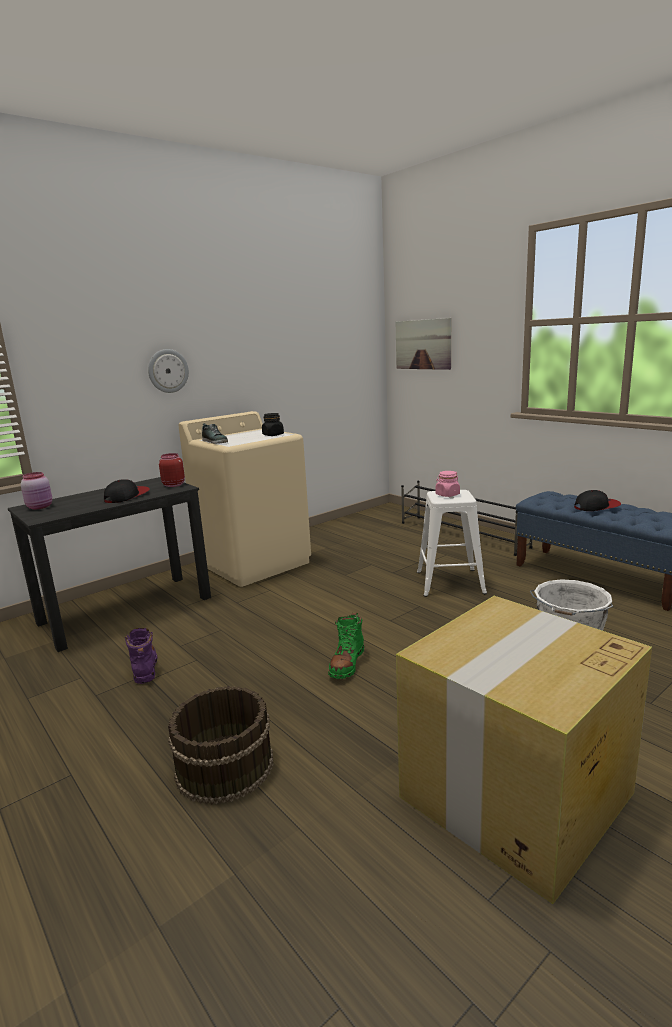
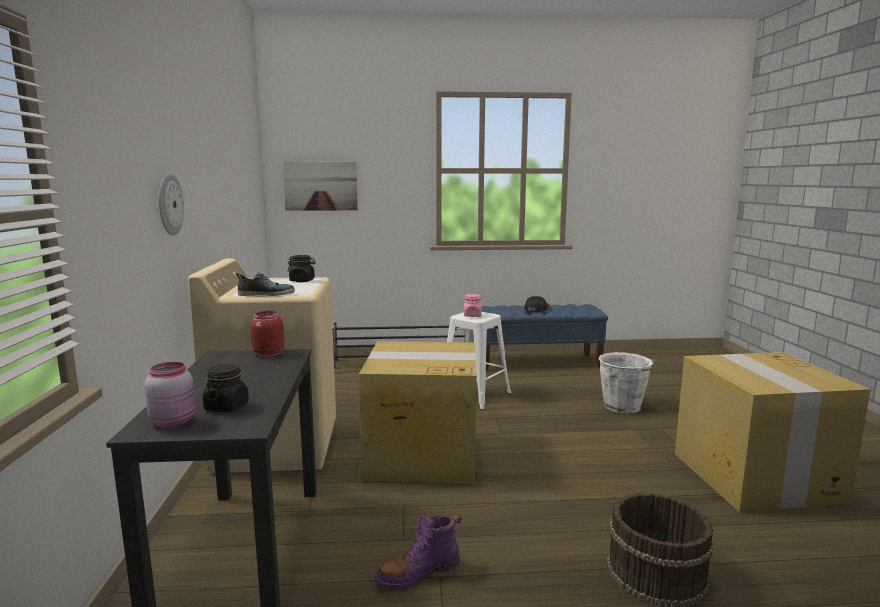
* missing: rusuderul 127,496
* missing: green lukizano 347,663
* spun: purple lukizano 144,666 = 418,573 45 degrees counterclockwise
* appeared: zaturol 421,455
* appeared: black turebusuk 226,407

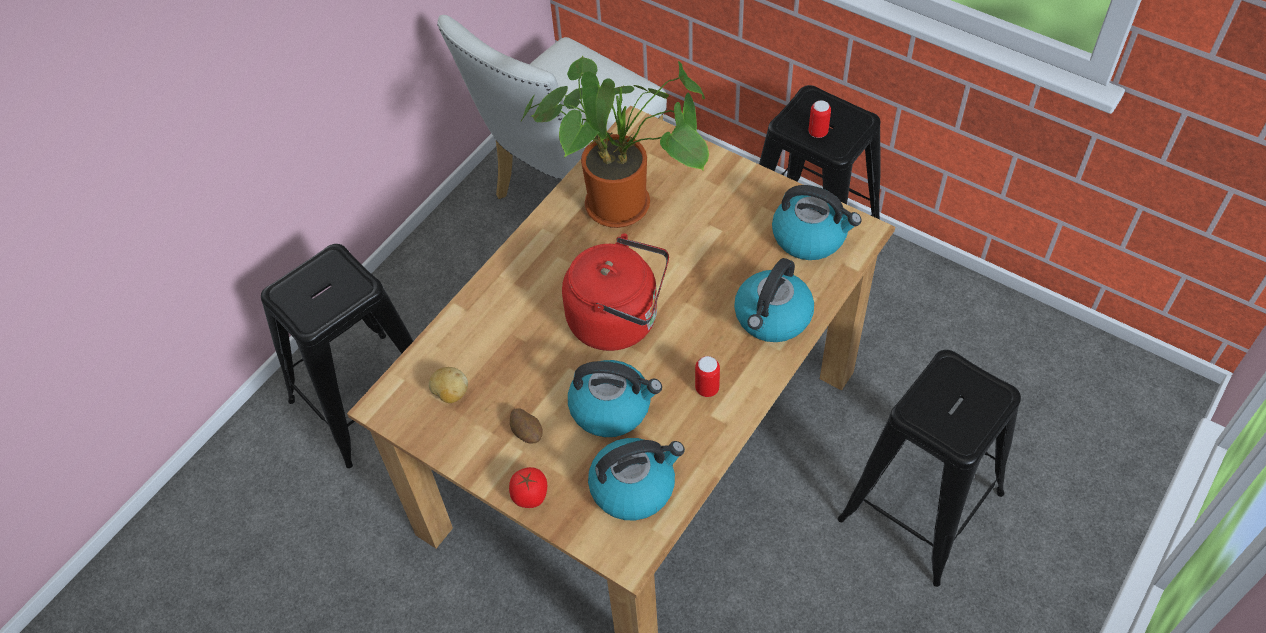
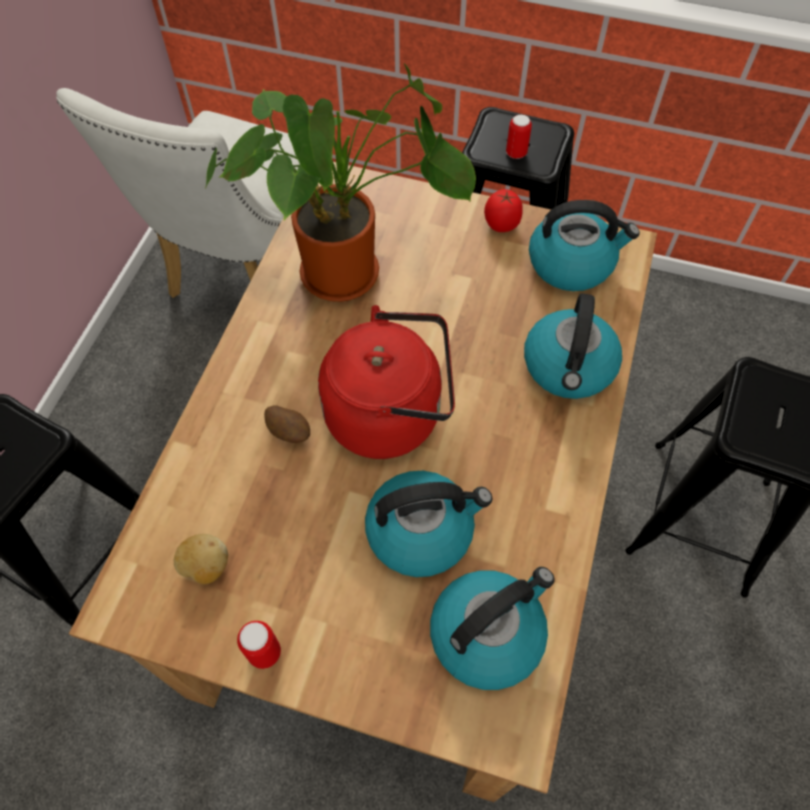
* relocated: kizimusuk 707,389 to 264,652
* relocated: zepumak 527,433 to 289,432
* relocated: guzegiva 530,496 to 502,224

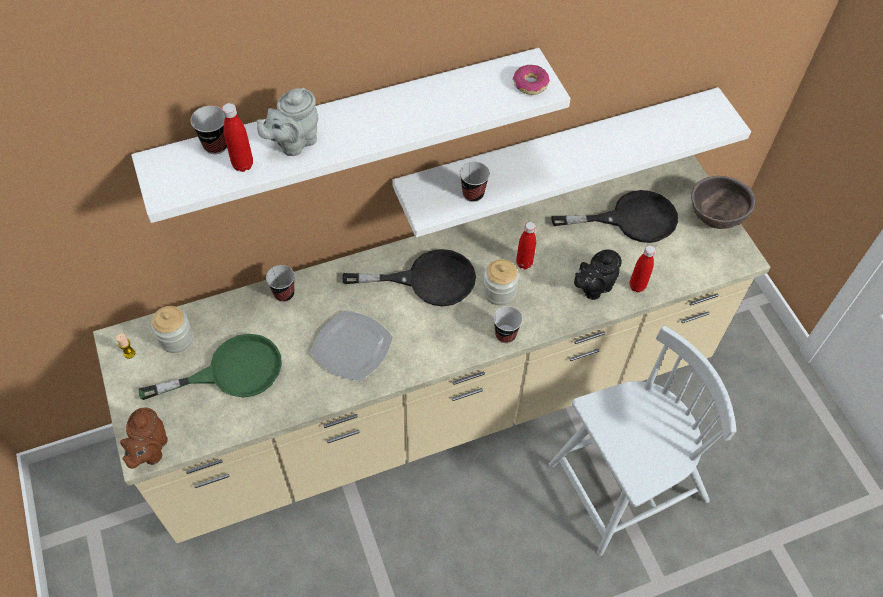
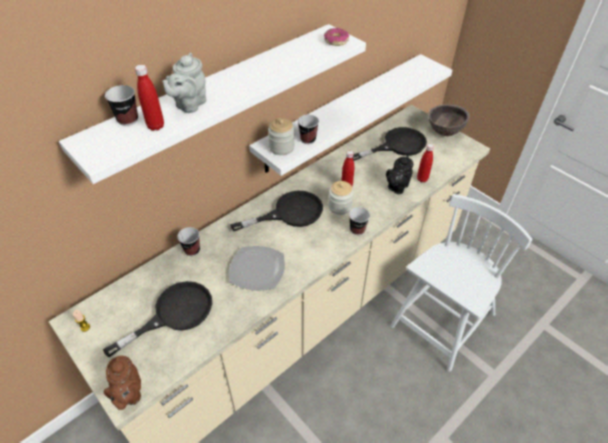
* relocated: turebusuk 176,338 to 281,147
* colour: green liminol 232,372 to black liminol 174,314

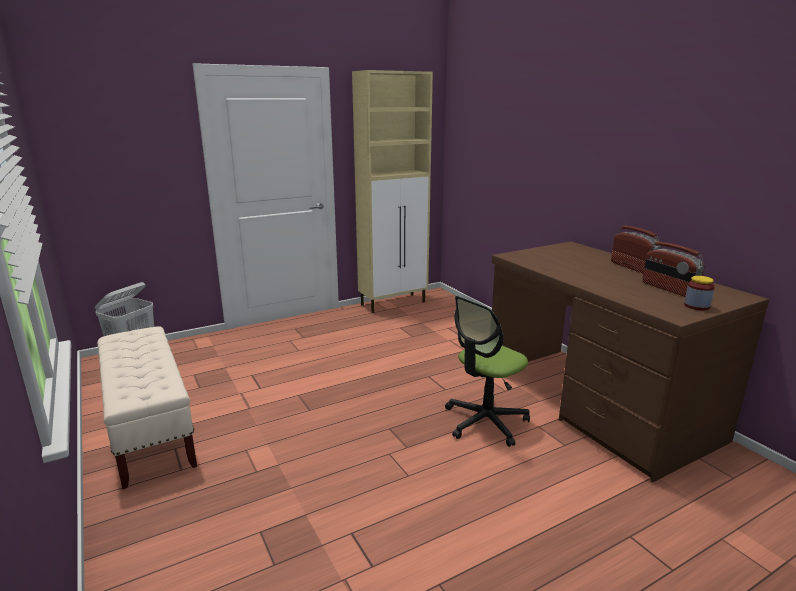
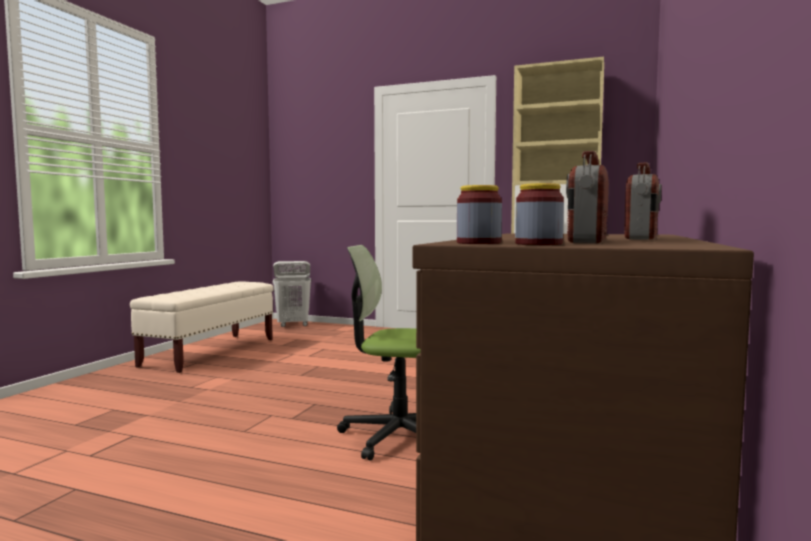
* appeared: turebusuk 478,243

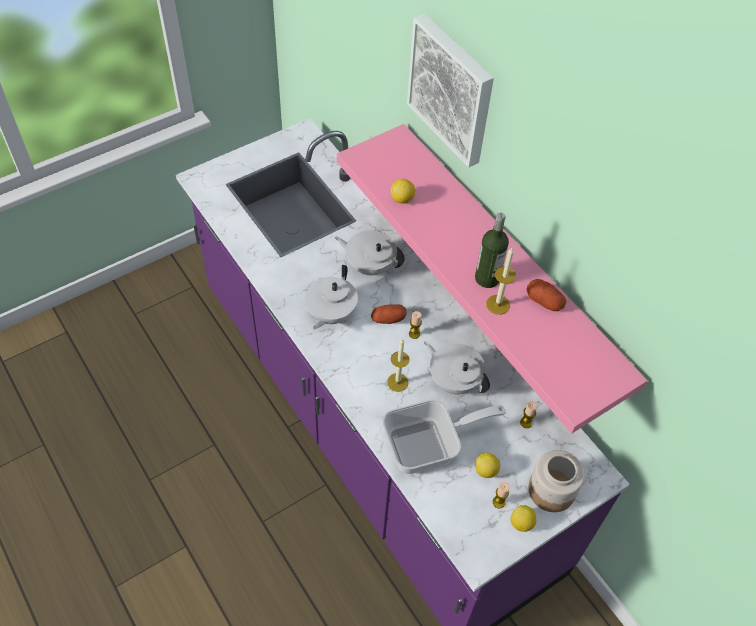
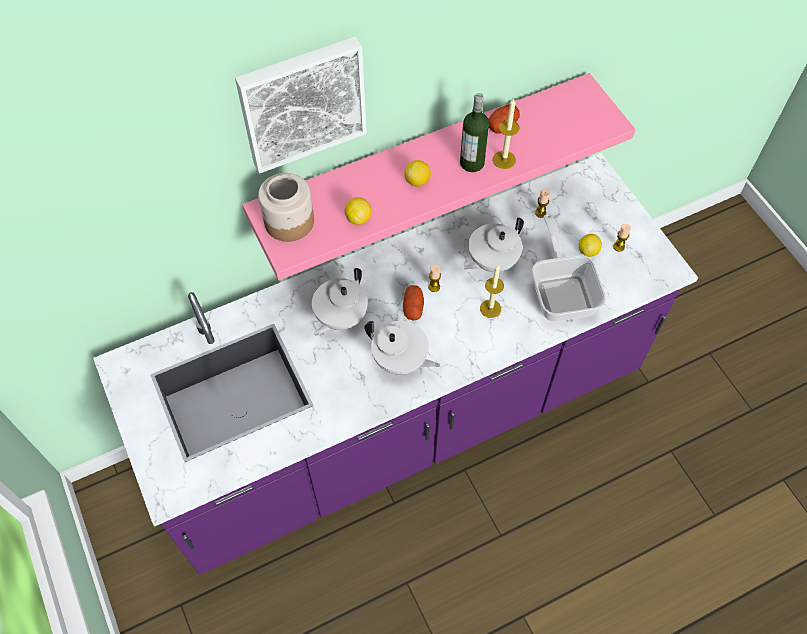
* relocated: turebusuk 550,490 to 289,222
* relocated: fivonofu 521,523 to 417,181

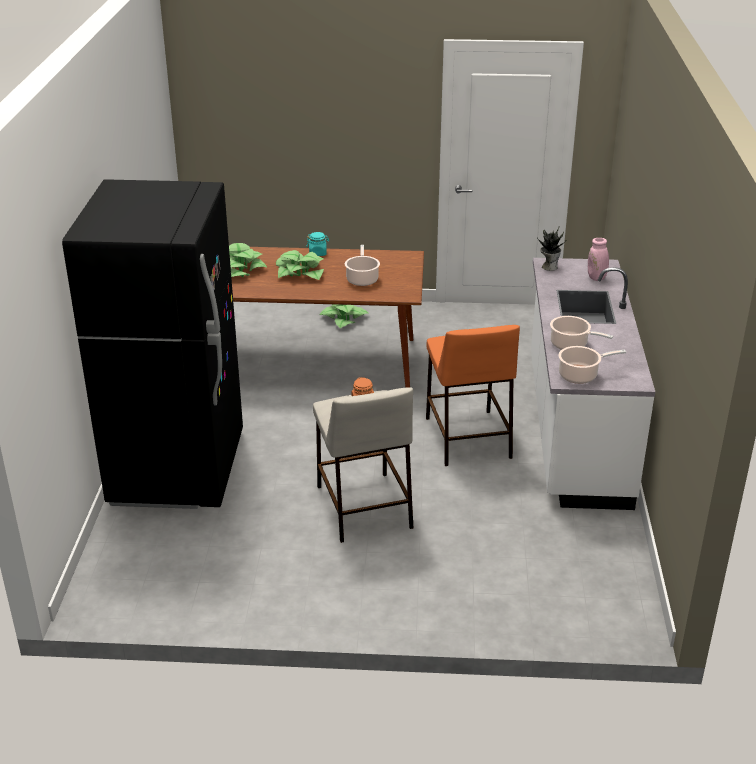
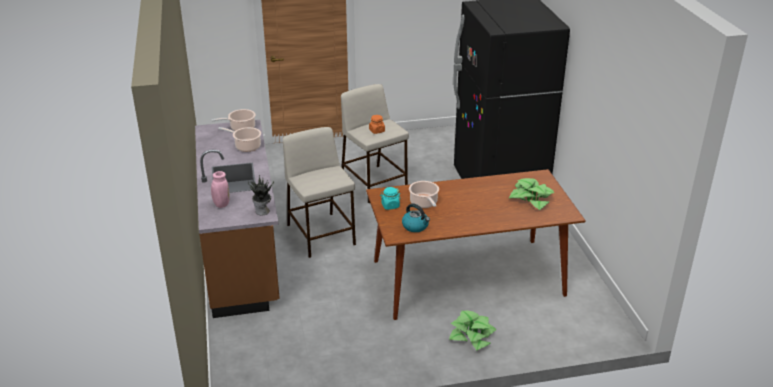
* relocated: turquoise turebusuk 318,253 to 390,206
* missing: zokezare 300,272
* colour: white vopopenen 575,430 to brown vopopenen 242,252
* colour: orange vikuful 467,437 to beige vikuful 321,235
* appeared: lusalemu 415,226

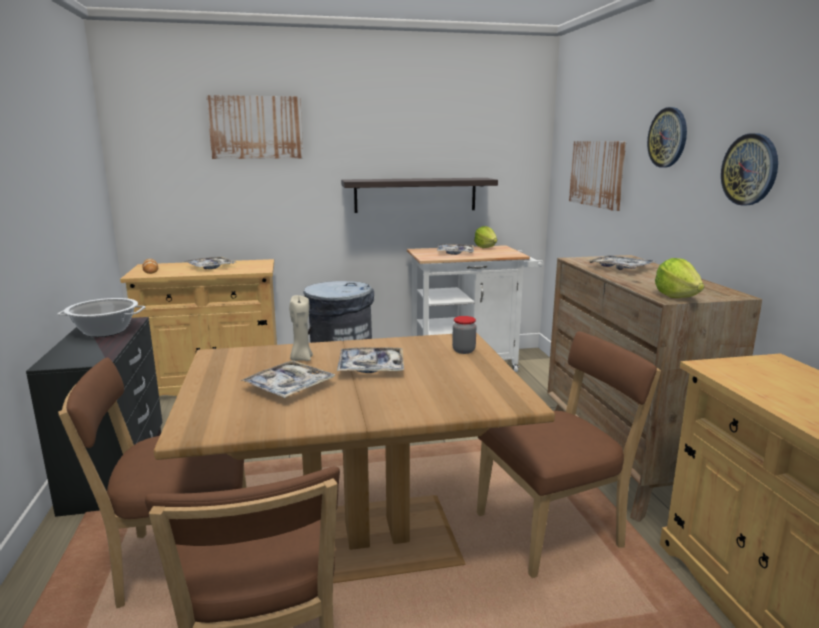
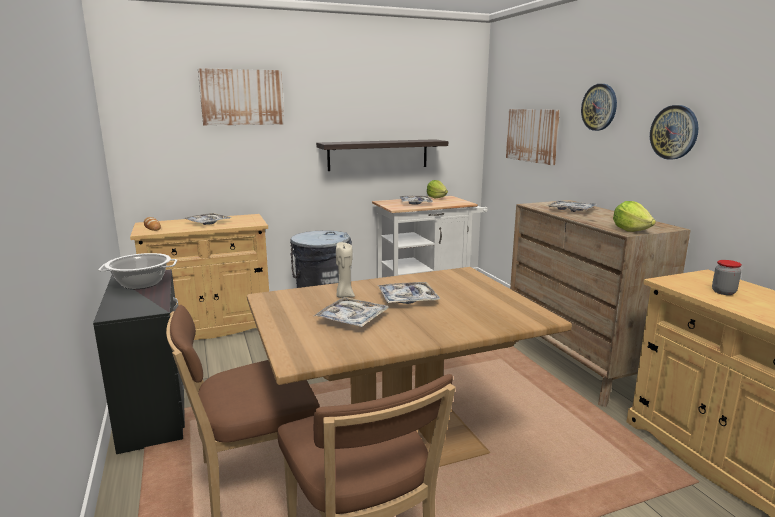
* relocated: turebusuk 463,350 to 723,292
* missing: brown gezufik 555,529

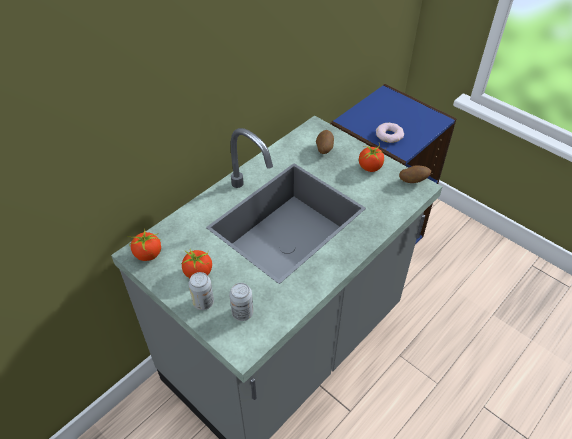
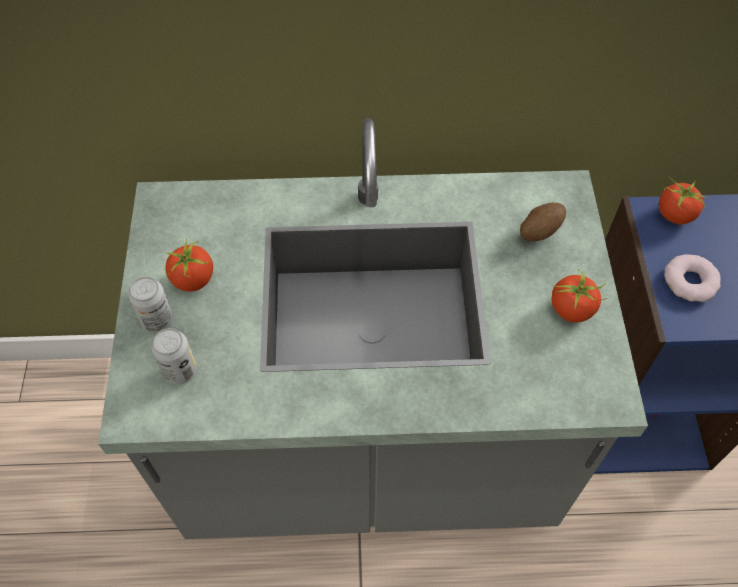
* missing: zepumak 413,181
* relocated: guzegiva 148,255 to 674,214

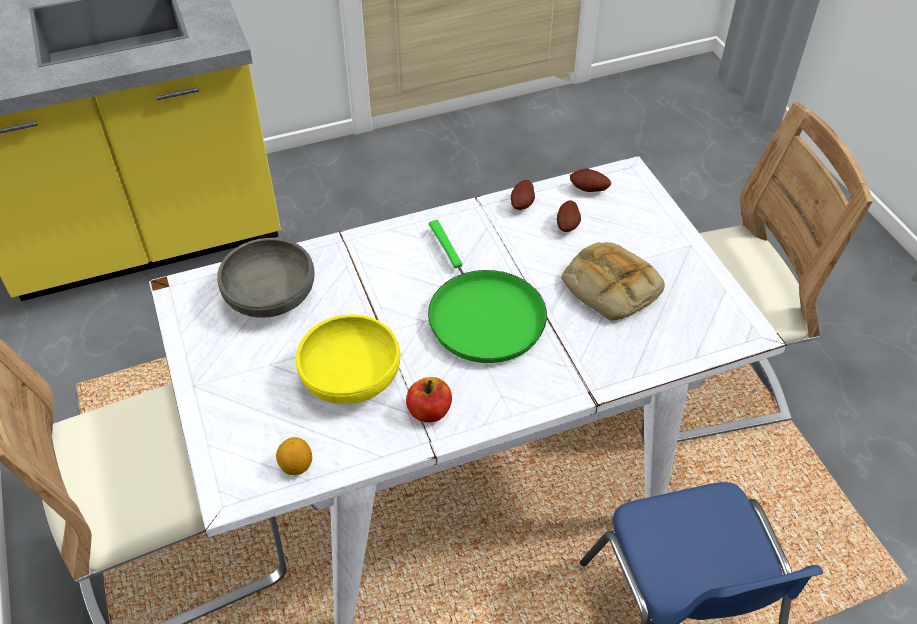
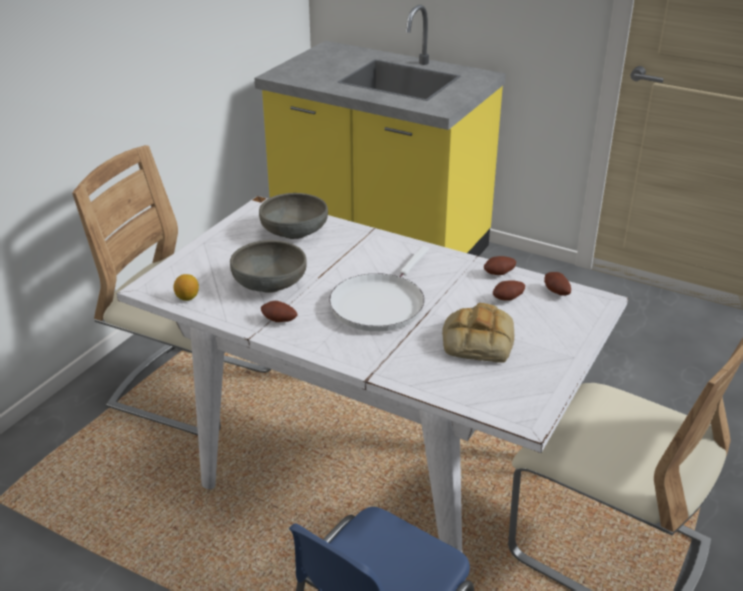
* colour: green liminol 482,315 to white liminol 379,304
* colour: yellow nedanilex 350,378 to grey nedanilex 269,284
* exchanged: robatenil 429,411 to zepumak 279,321

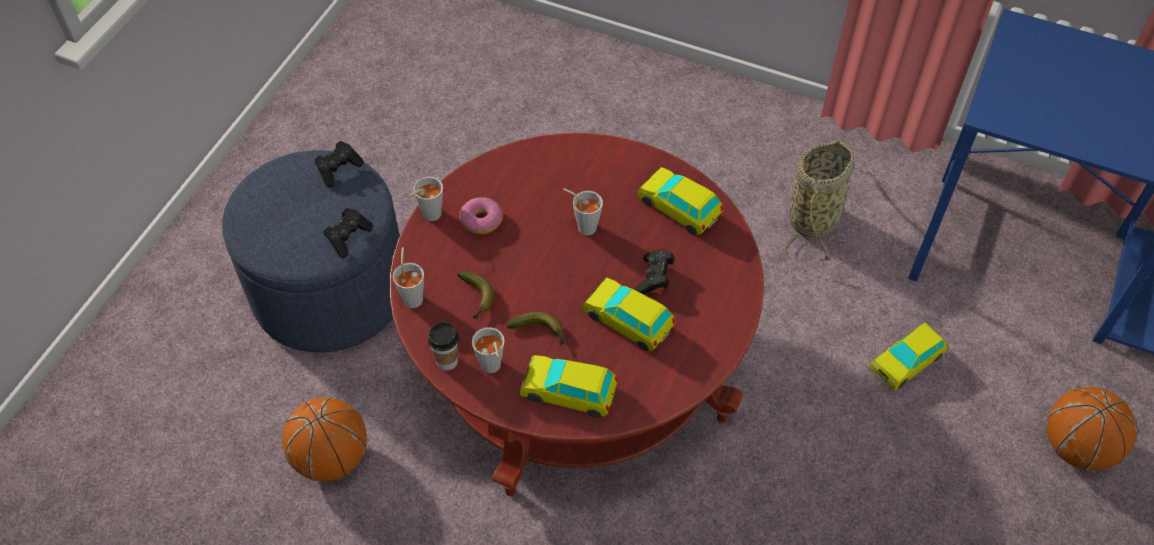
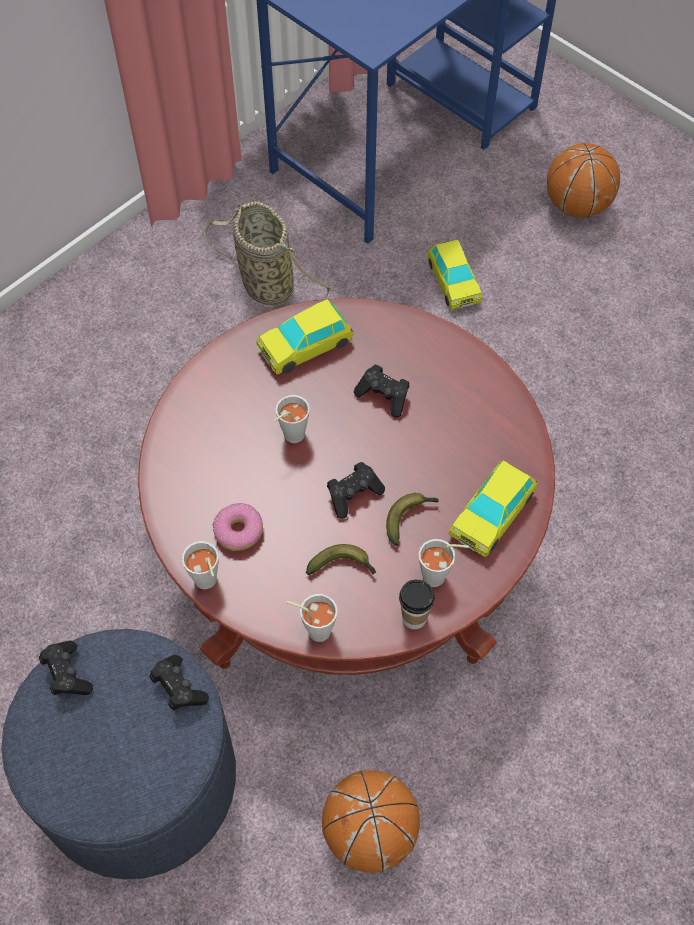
* missing: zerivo 628,320
* appeared: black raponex 353,494

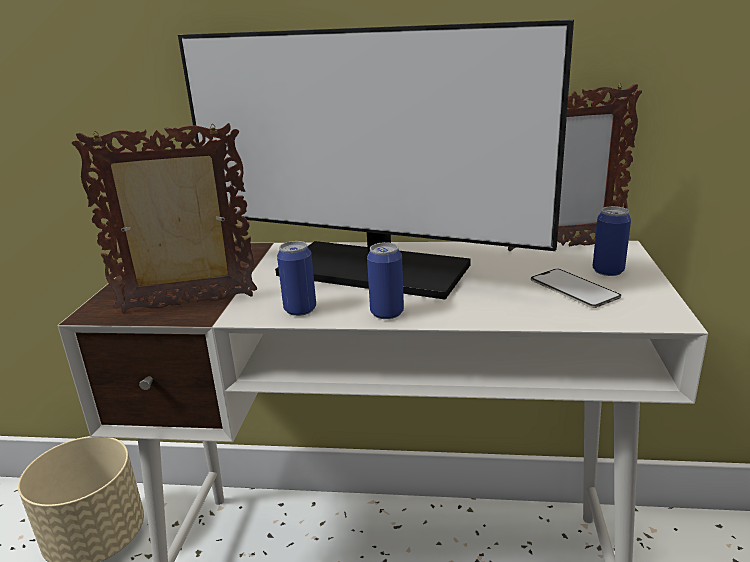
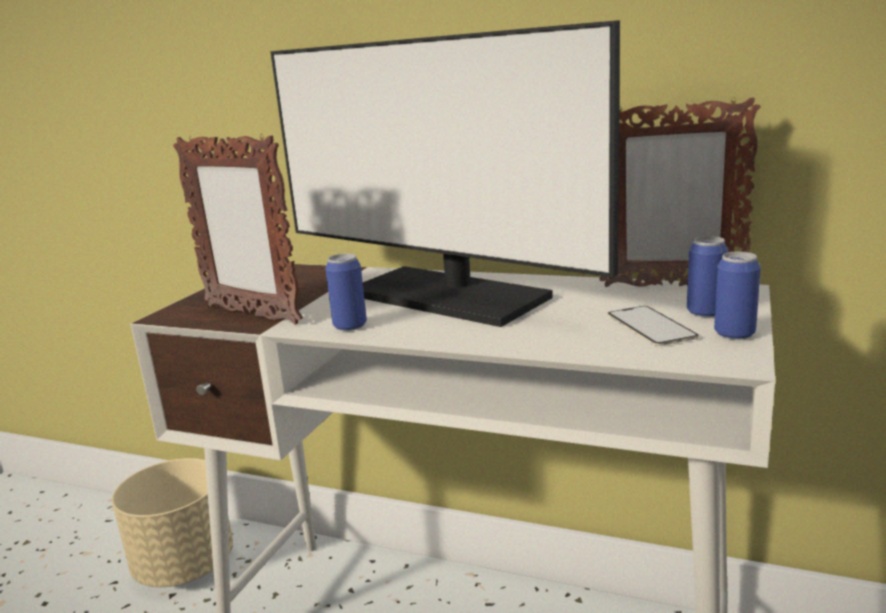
* spun: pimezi 189,304 = 252,314 150 degrees counterclockwise
* relocated: kizimusuk 387,313 to 734,334

